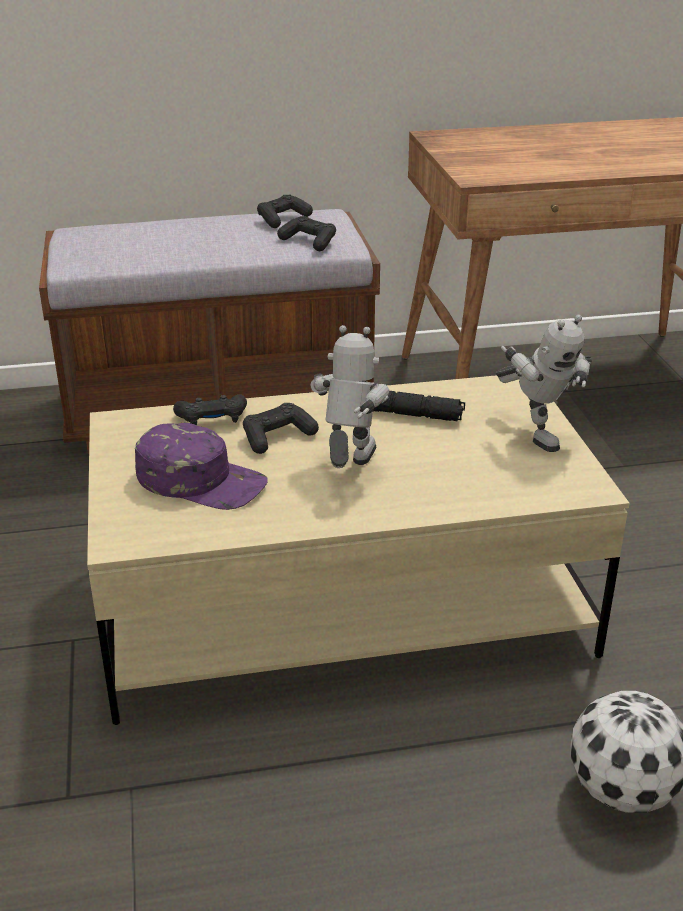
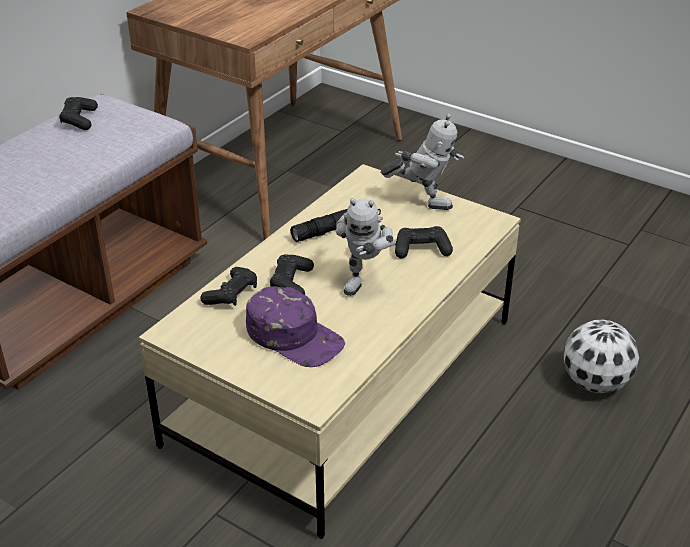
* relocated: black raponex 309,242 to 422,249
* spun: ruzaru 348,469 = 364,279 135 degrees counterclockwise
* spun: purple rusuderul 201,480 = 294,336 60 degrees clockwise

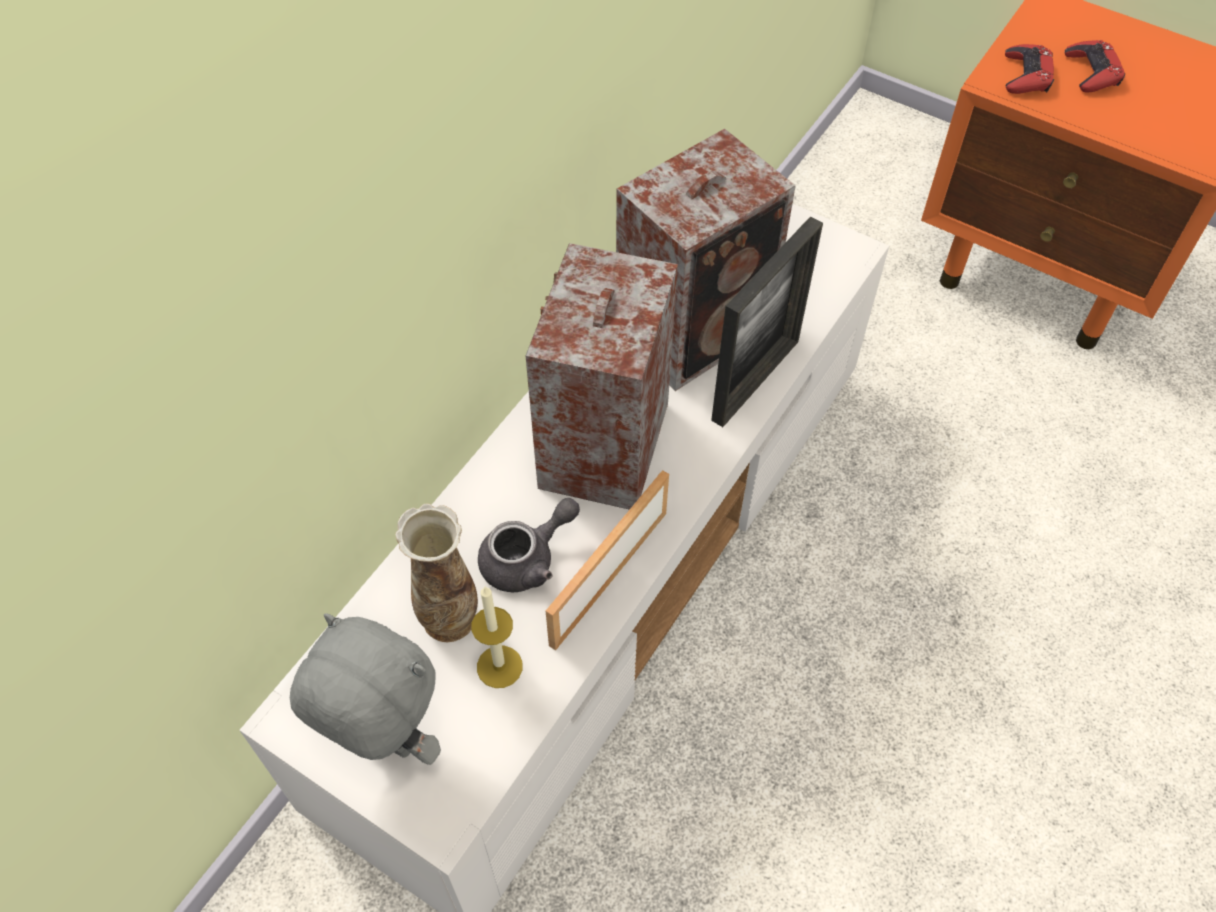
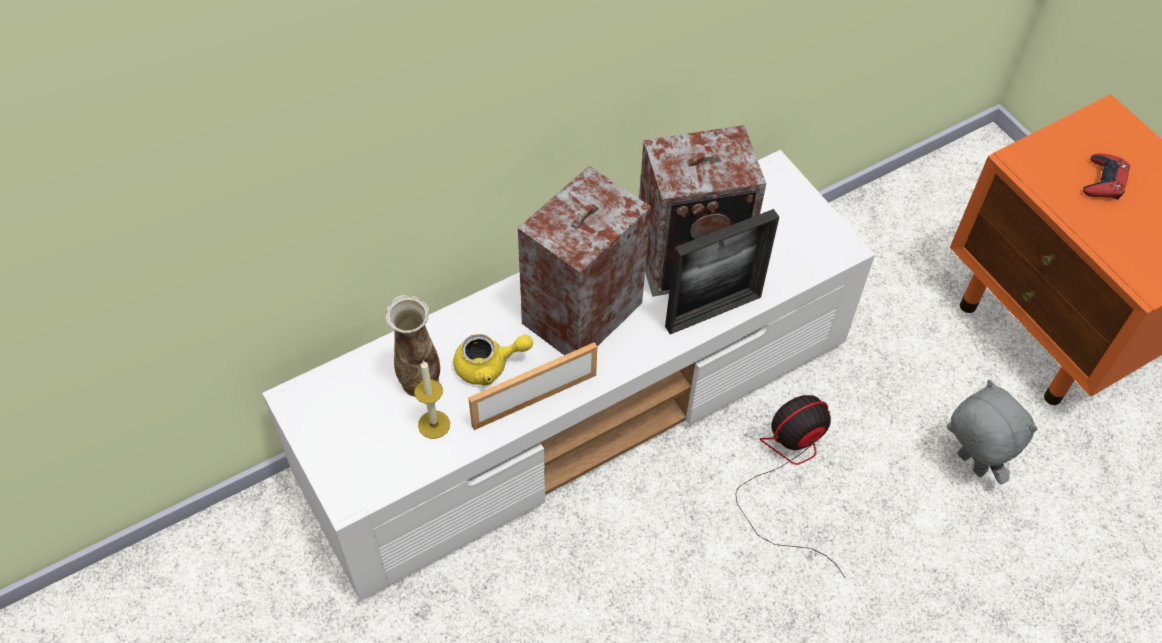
* missing: red raponex 1026,76
* colour: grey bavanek 527,559 to yellow bavanek 489,366
* relocated: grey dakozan 385,741 to 969,464
* appeared: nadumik 788,471

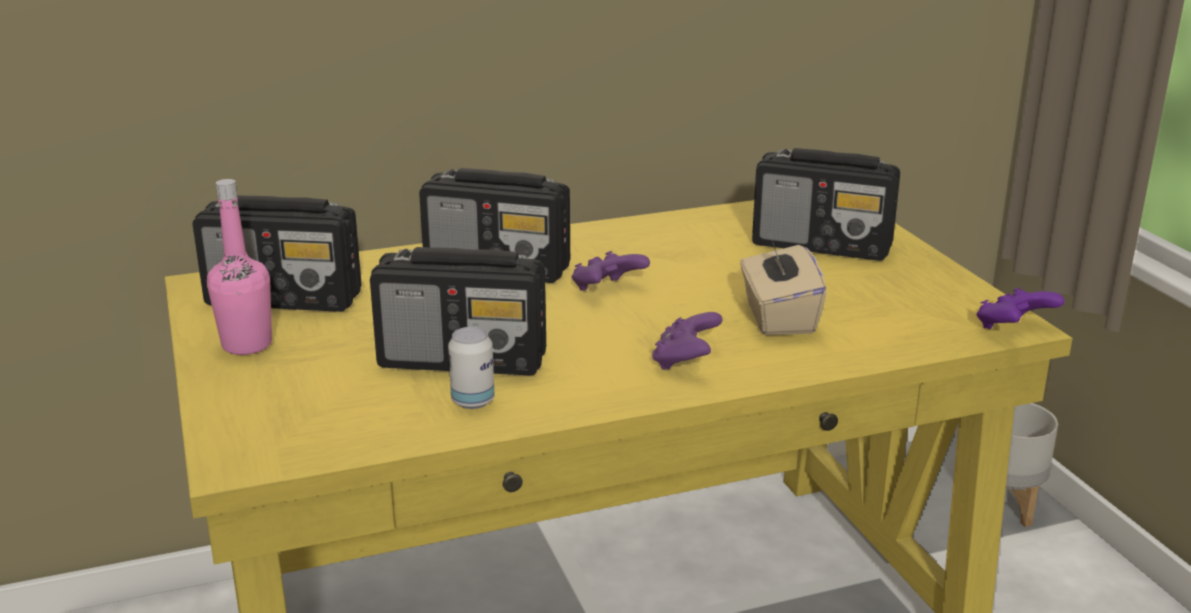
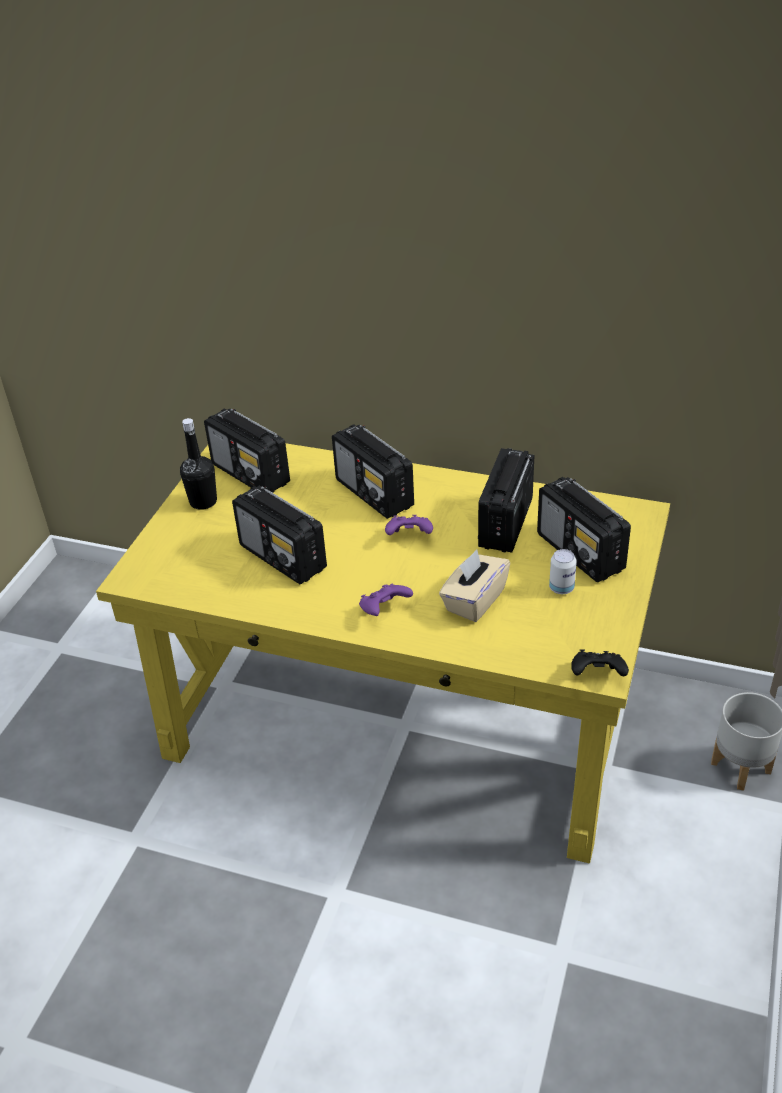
* colour: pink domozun 247,345 to black domozun 203,502
* colour: purple raponex 1013,329 to black raponex 597,675
* relocated: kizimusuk 473,401 to 561,588
* appeared: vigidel 505,524

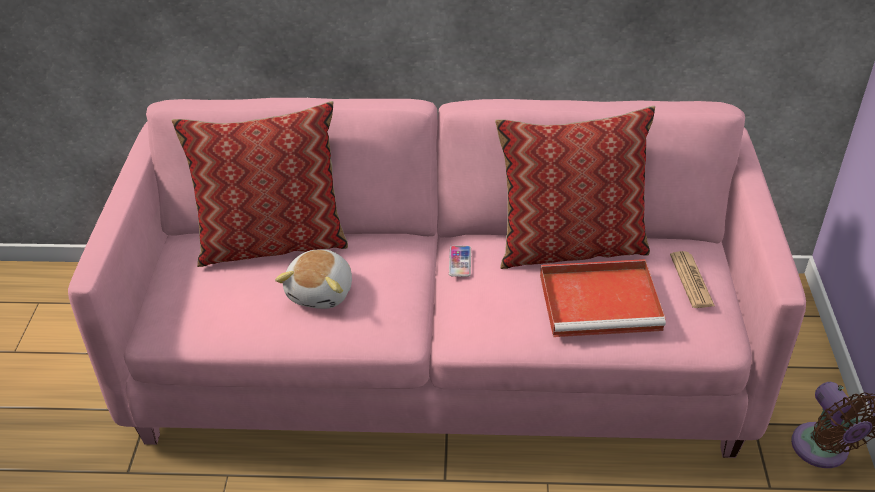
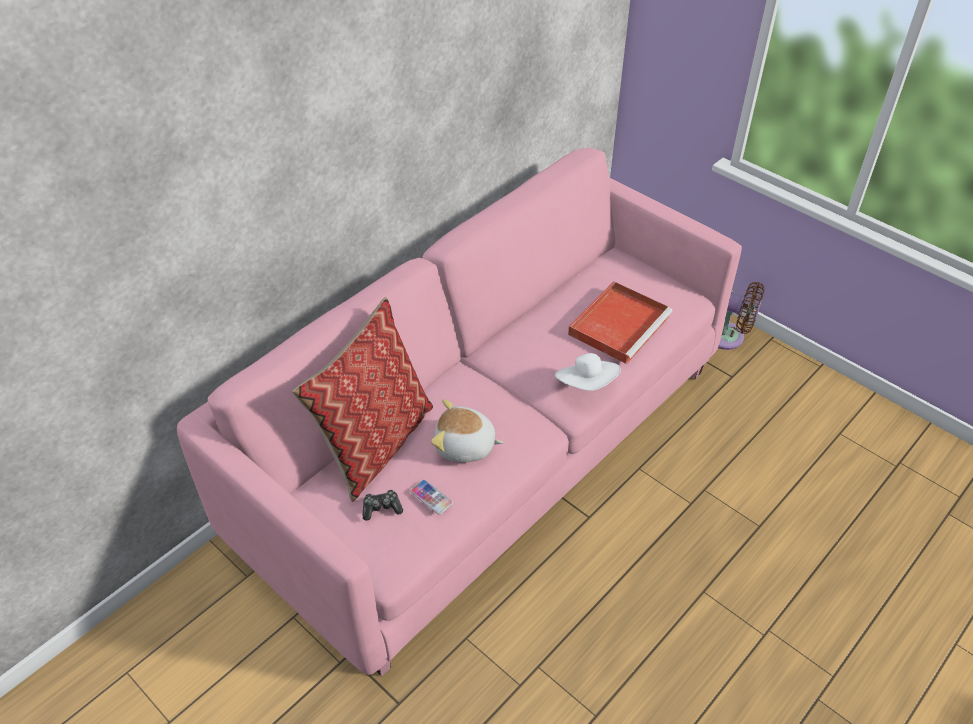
* missing: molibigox 570,246
* relocated: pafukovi 460,262 to 431,497
* spun: dakozan 322,292 = 465,446 135 degrees clockwise
* missing: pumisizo 691,280
* appeared: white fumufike 587,384
* appeared: raponex 381,508

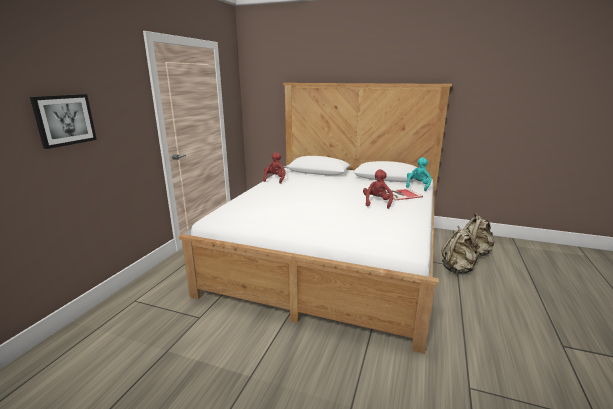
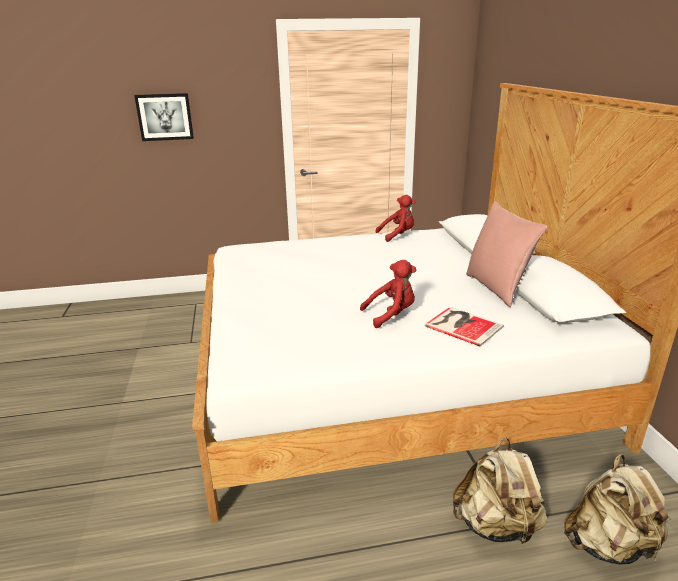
* missing: turquoise dakozan 418,186
* appeared: pink molibigox 497,288

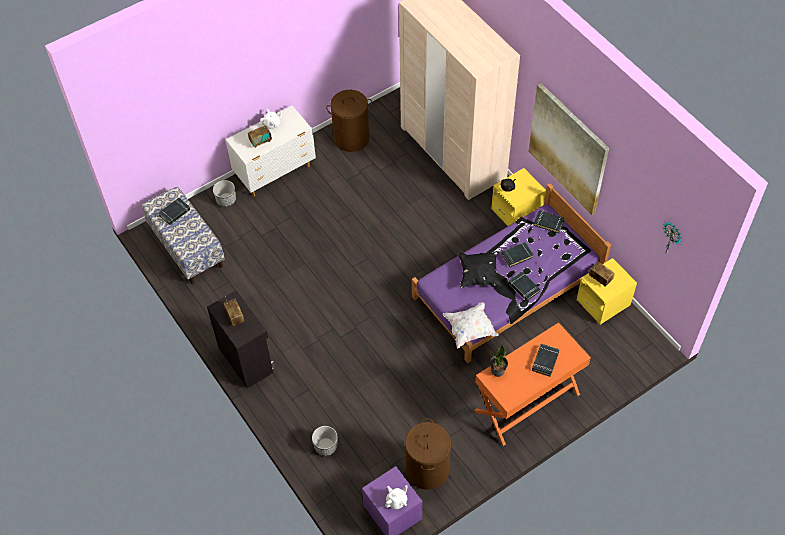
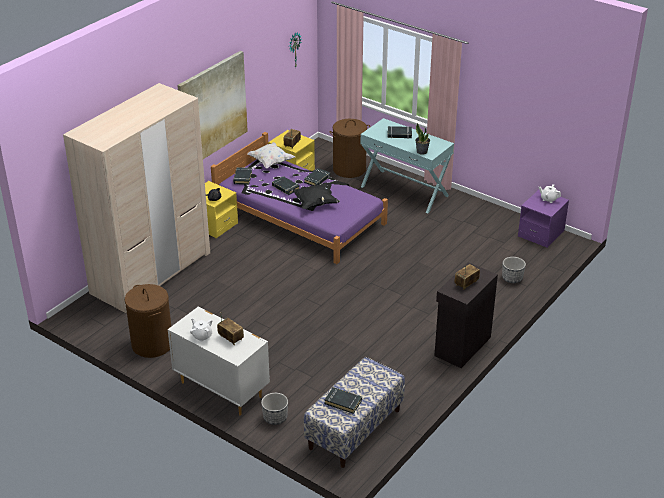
* relocated: white molibigox 470,329 to 270,162
* colour: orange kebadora 527,402 to turquoise kebadora 404,191
* relocated: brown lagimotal 427,469 to 349,169

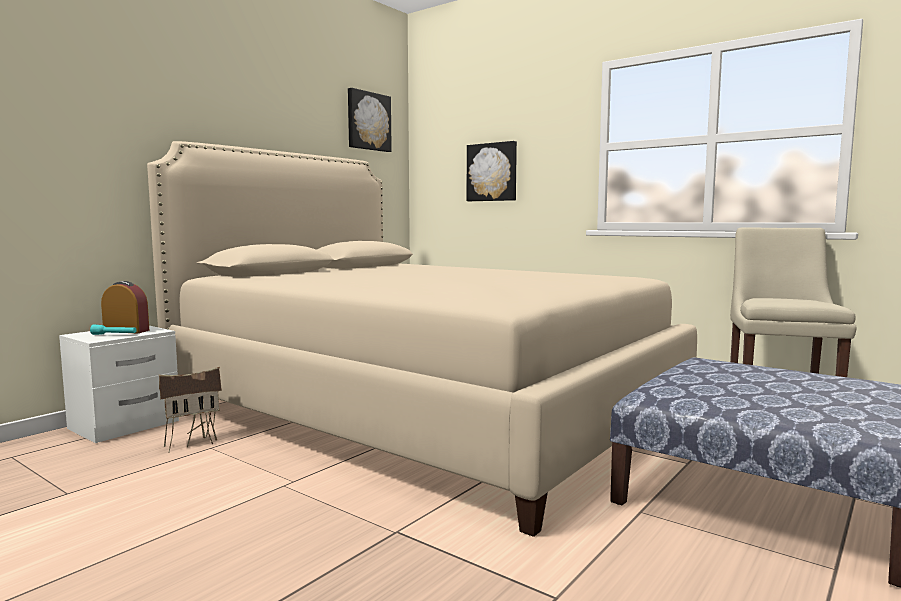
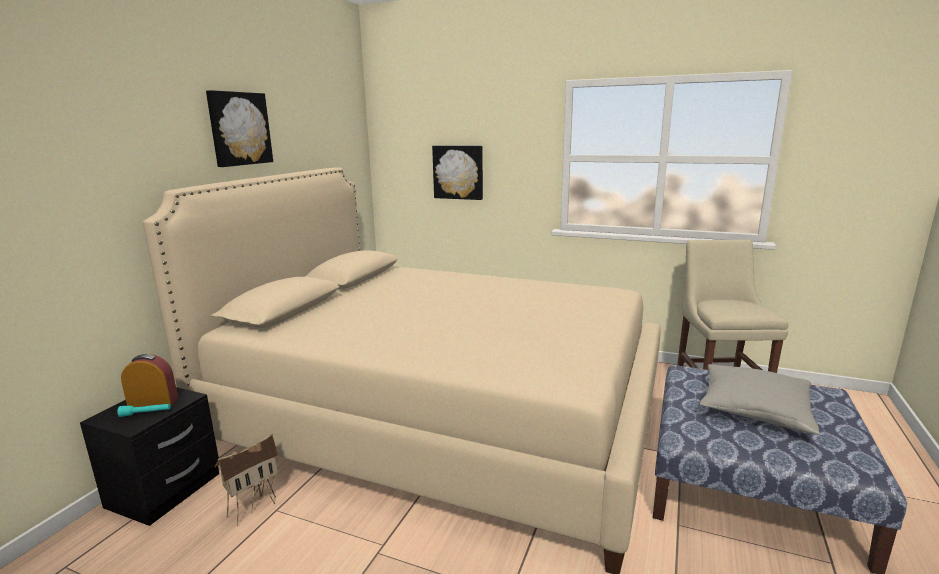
* relocated: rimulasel 368,121 to 239,129
* colour: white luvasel 125,425 to black luvasel 166,491
* appeared: grey molibigox 754,410

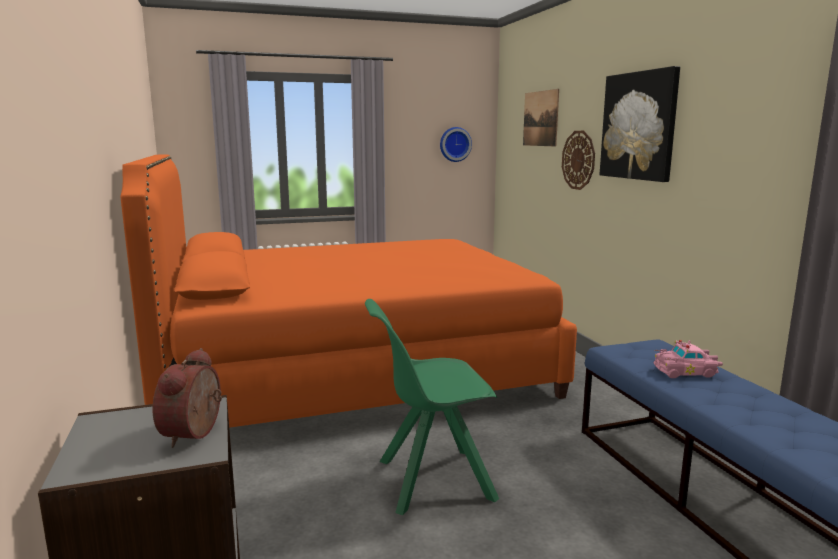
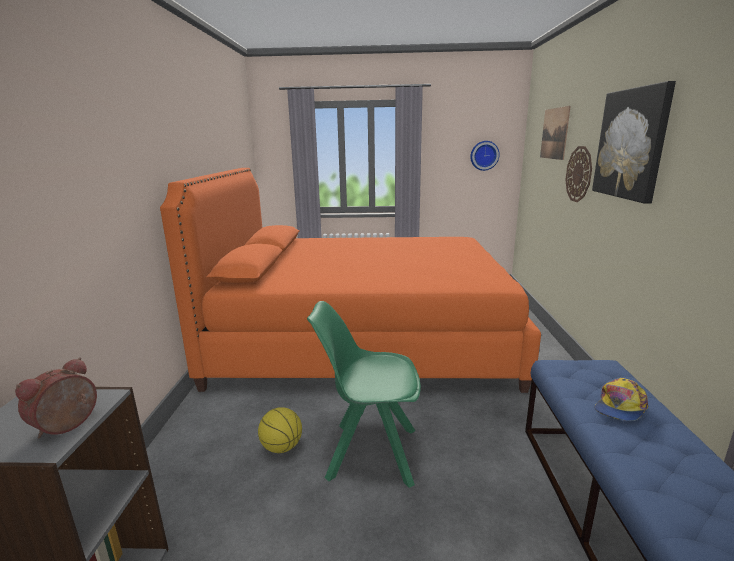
* exchanged: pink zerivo 686,372 to rusuderul 620,407
* appeared: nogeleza 281,447

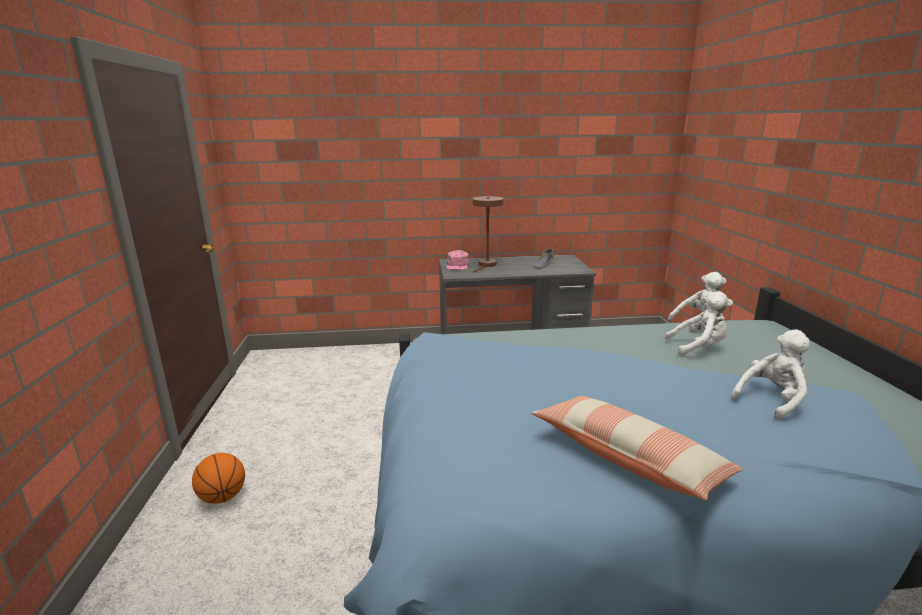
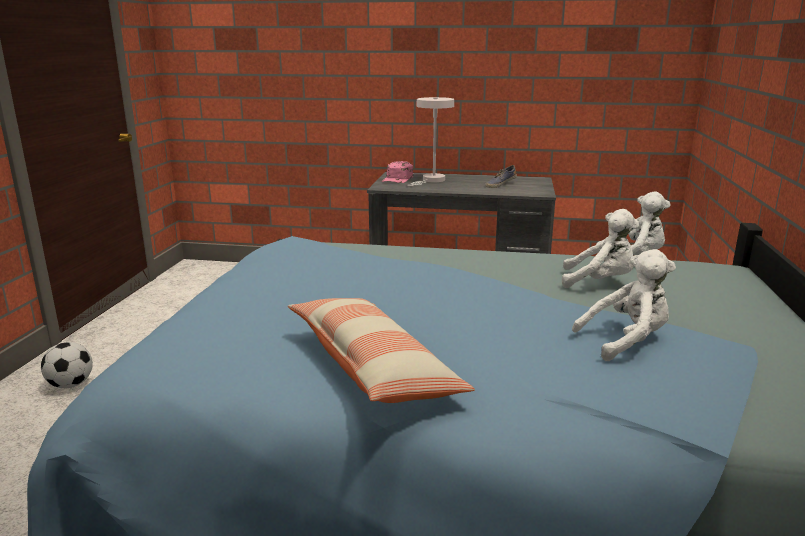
* colour: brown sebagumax 486,265 to white sebagumax 431,180
* exchanged: nogeleza 223,497 to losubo 71,385

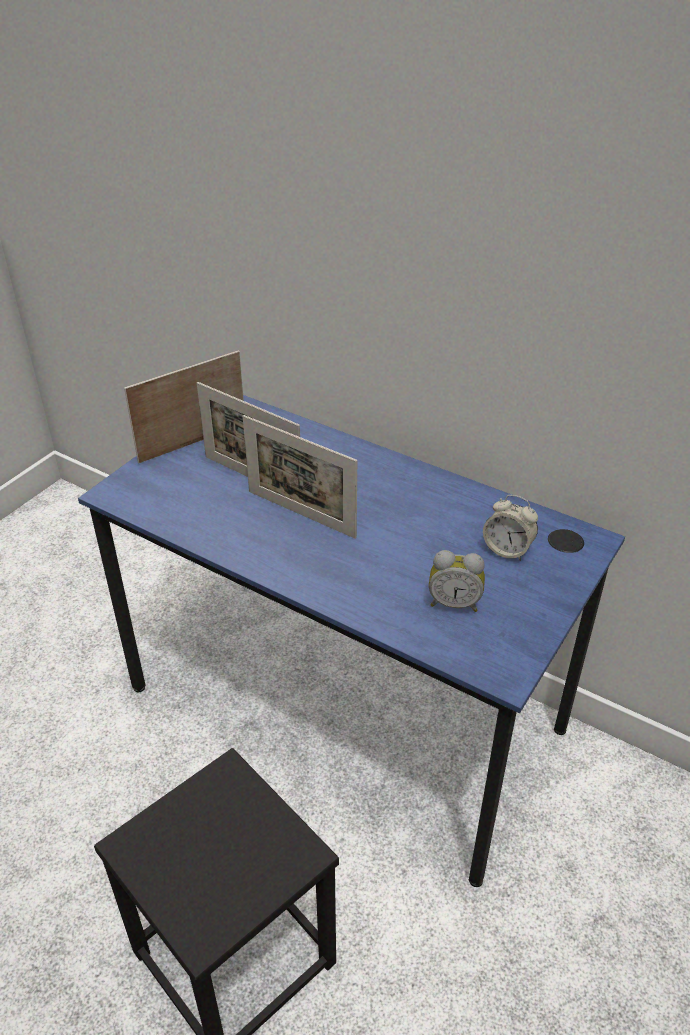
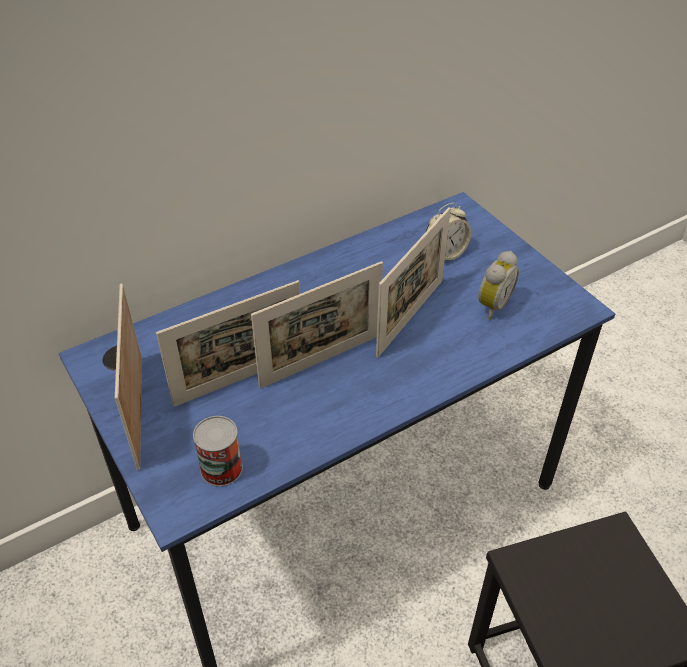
* appeared: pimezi 410,317
* appeared: kizimusuk 221,468

